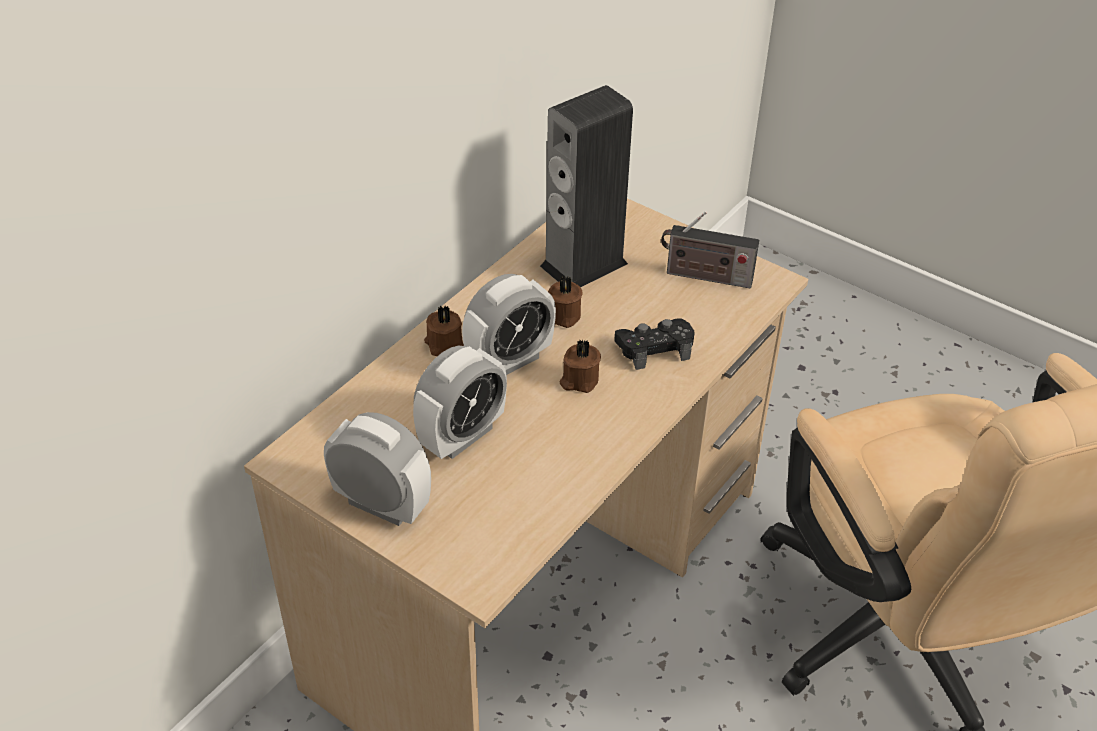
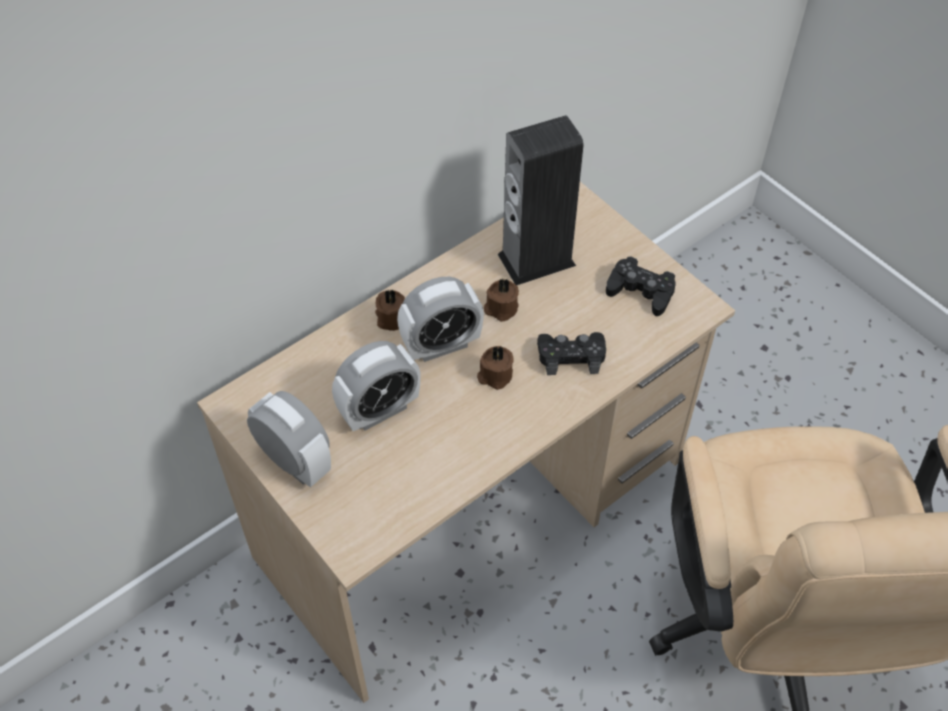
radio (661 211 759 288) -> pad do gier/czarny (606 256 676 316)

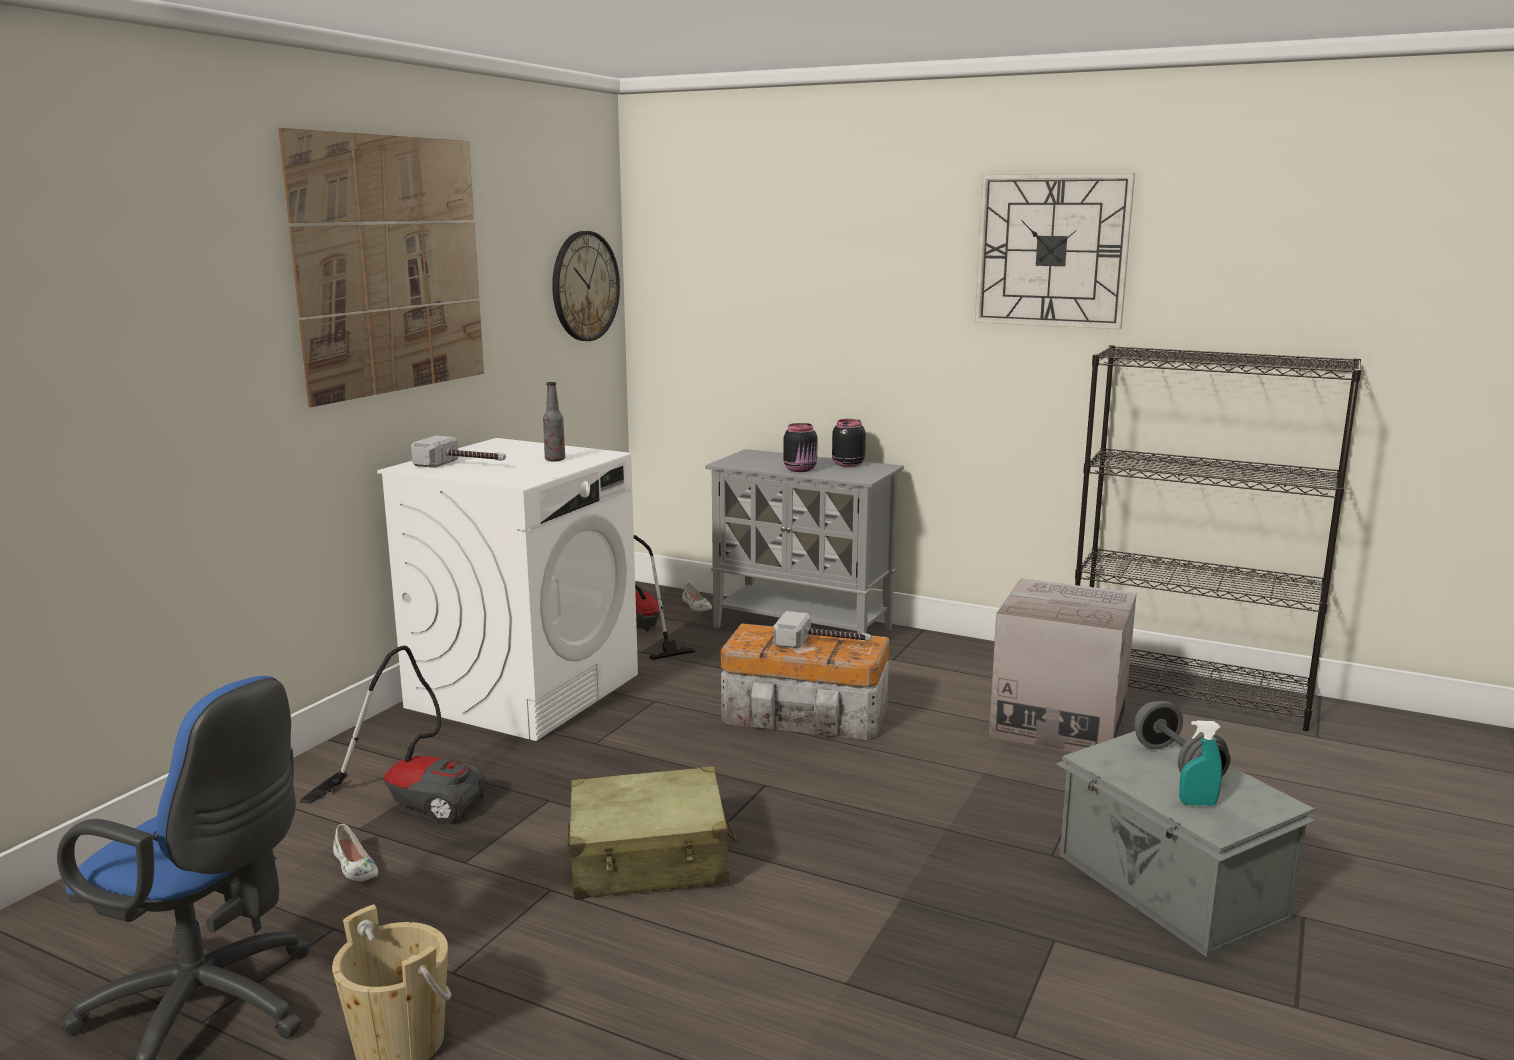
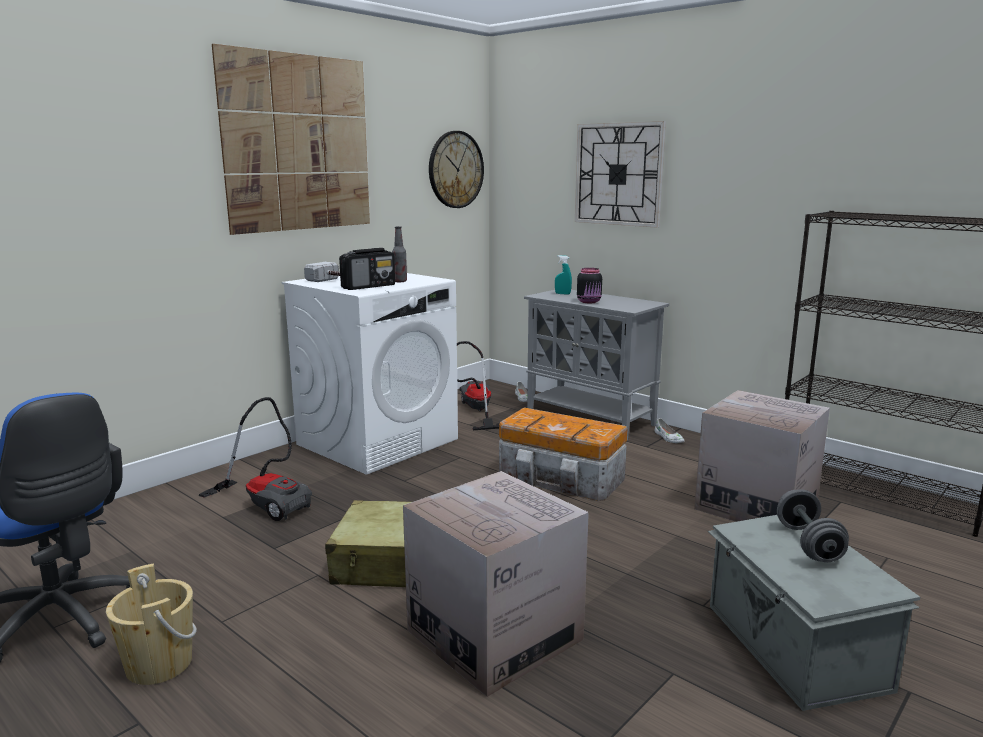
but/biały (333 824 378 881) -> but/biały (655 418 684 443), moved
młotek (773 611 871 648) -> none
słoik/czarny (832 419 866 467) -> none
zegar ścienny (975 173 1135 329) -> zegar ścienny (575 121 666 228), moved
spryskiwacz/turkusowy (1179 720 1222 806) -> spryskiwacz/turkusowy (555 255 572 295), moved
none -> radio (339 248 395 290)
none -> karton (403 471 589 697)

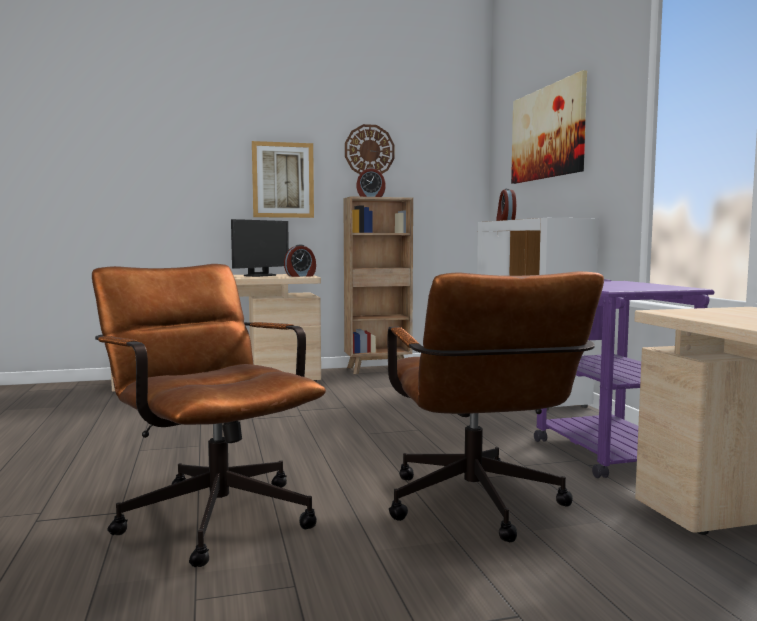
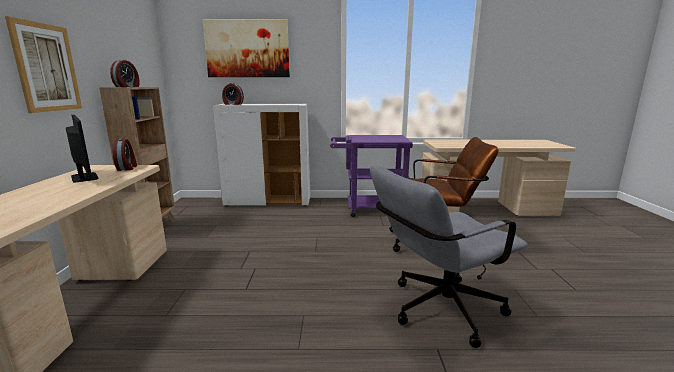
krzesło biurowe/brązowy (92 264 326 567) -> krzesło biurowe/szary (370 165 528 348)
zegar ścienny (345 124 395 174) -> none

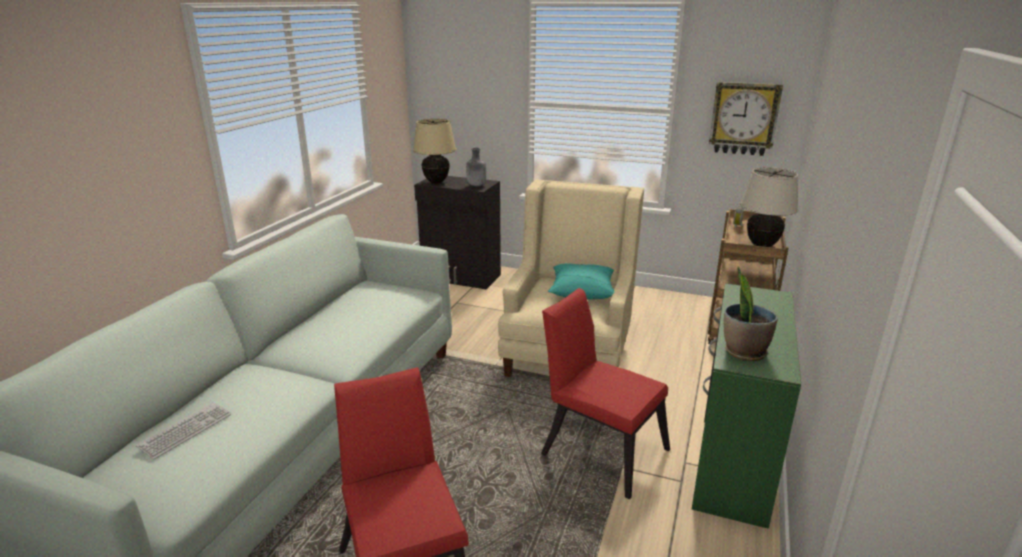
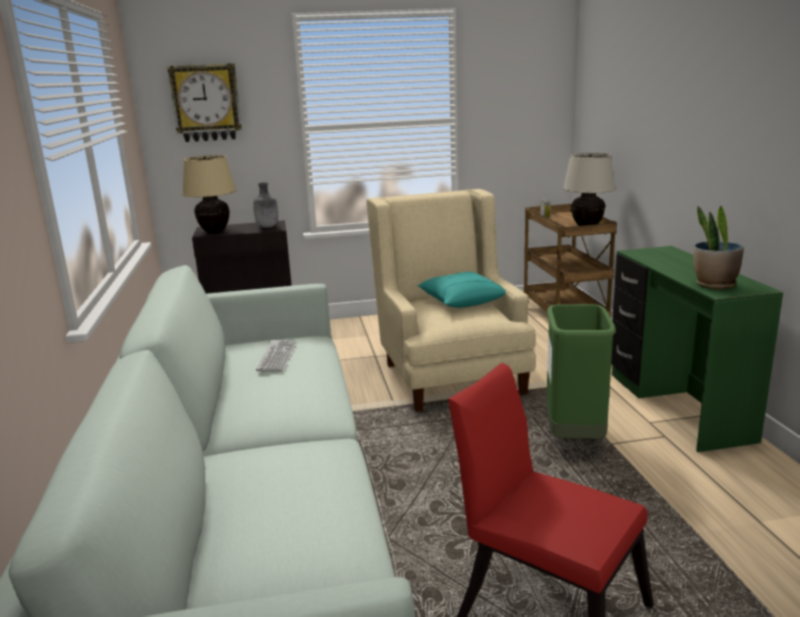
klawiatura (136 402 231 459) -> klawiatura (256 340 296 372), moved
krzesło/czerwony (541 288 670 499) -> kosz na śmieci/zielony (546 304 616 439)
zegar ścienny (709 82 783 156) -> zegar ścienny (167 63 242 142), moved

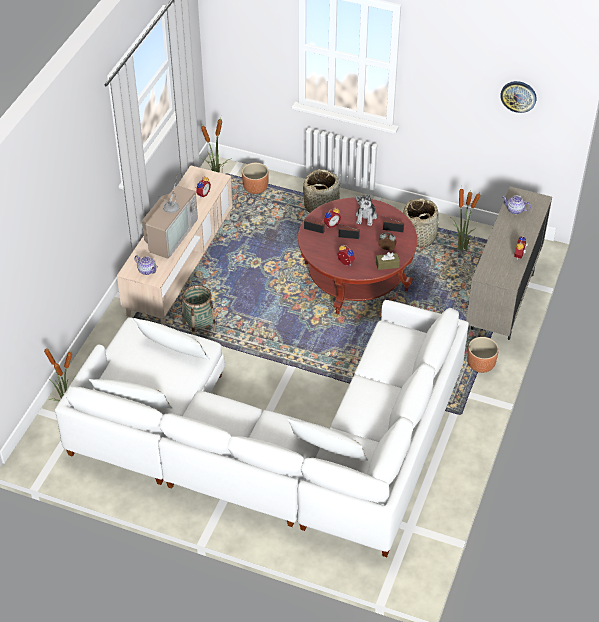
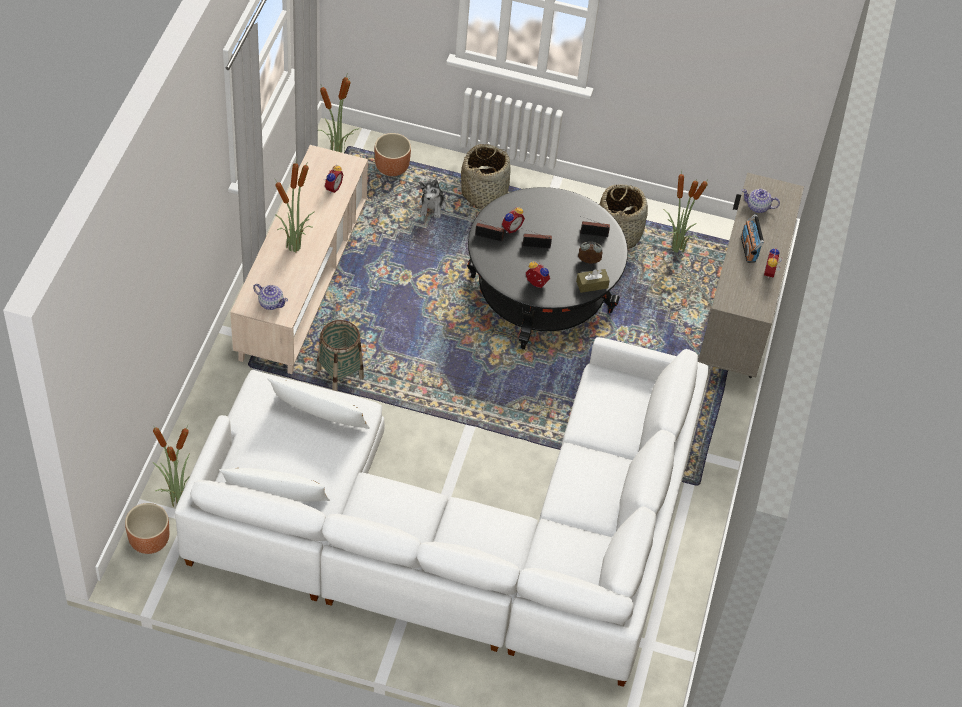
telewizor (142 170 198 259) -> roślina doniczkowa (275 157 315 252)
poduszka/biały (287 419 368 461) -> none
ława/czerwony (298 198 417 314) -> ława/czarny (467 187 628 349)
pluszak (355 194 377 226) -> pluszak (419 178 446 218), moved
donica/brązowy (467 337 499 373) -> donica/brązowy (125 503 170 554), moved
zegar ścienny (500 81 537 113) -> none
none -> radio (741 214 764 263)

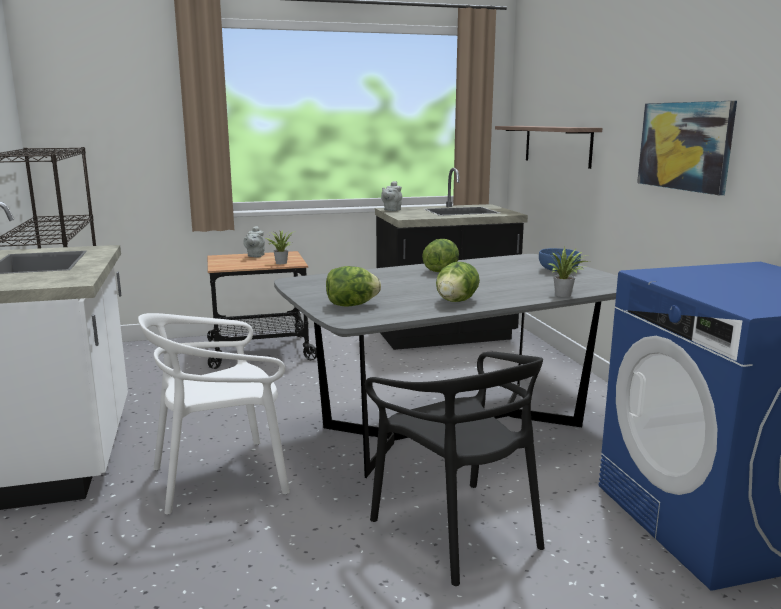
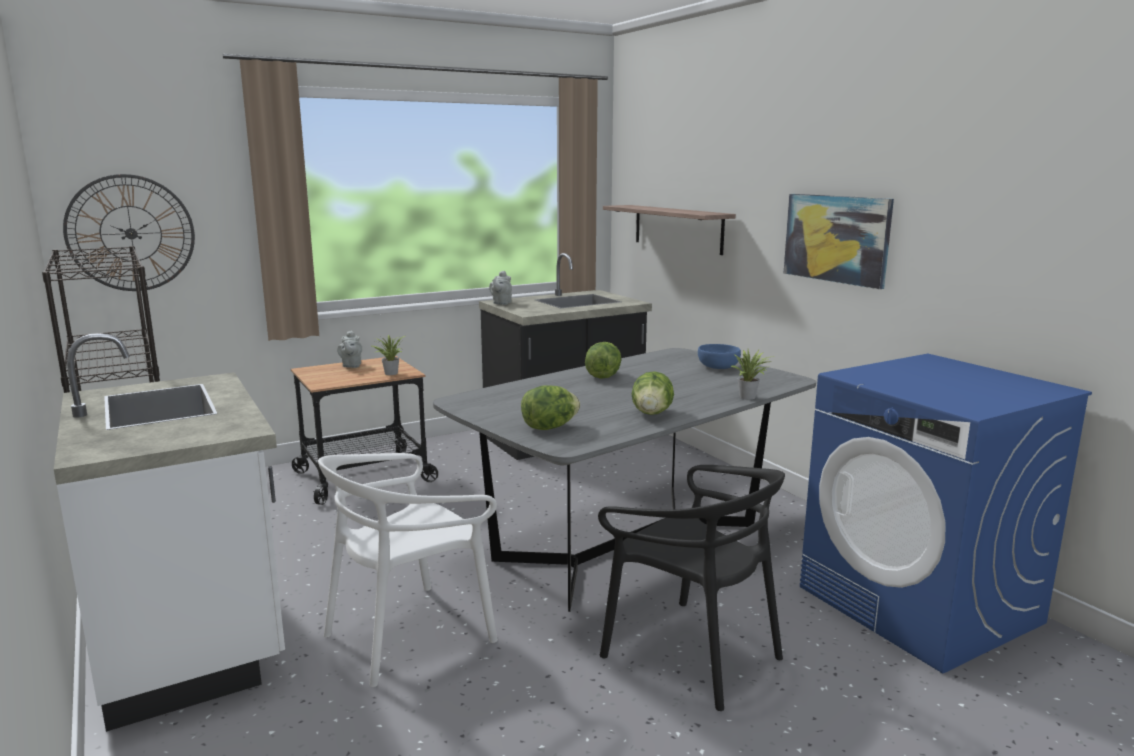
none -> zegar ścienny (63 174 195 291)

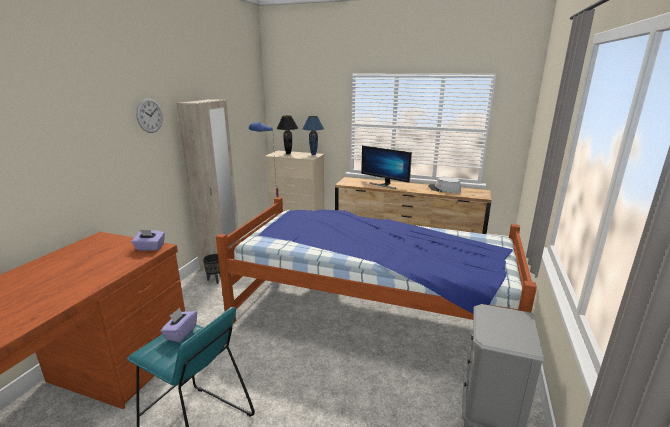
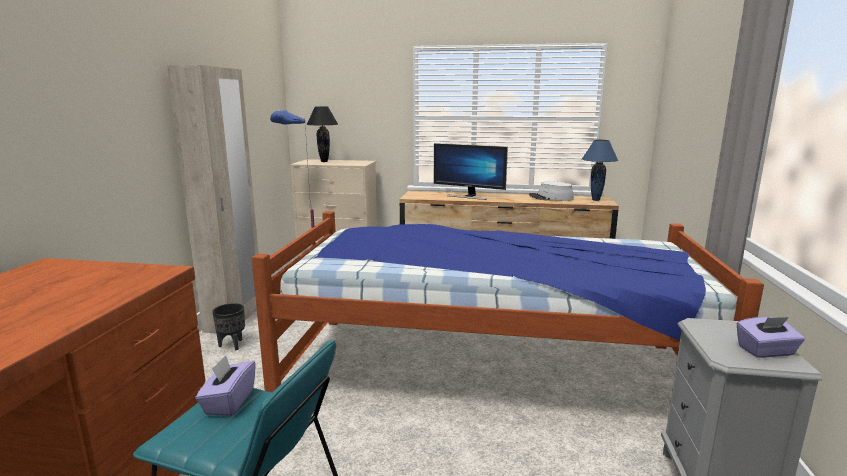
pudełko chusteczek/fioletowy (131 230 165 251) -> pudełko chusteczek/fioletowy (737 317 805 358), moved
zegar ścienny (136 98 163 133) -> none
lampa stołowa/niebieski (302 116 324 155) -> lampa stołowa/niebieski (582 140 618 201), moved

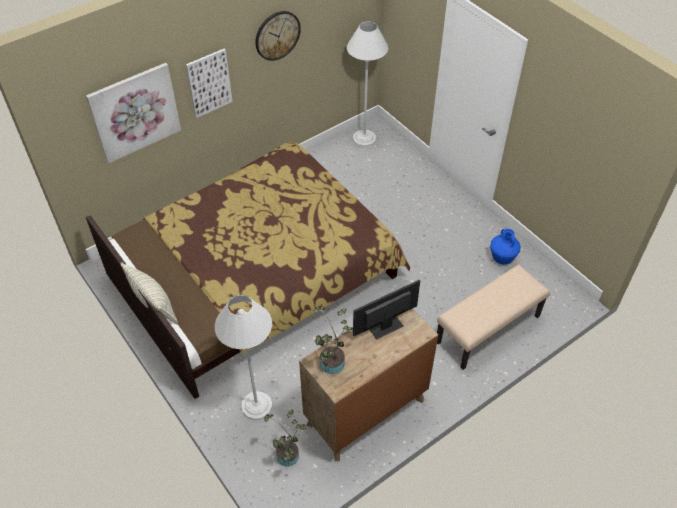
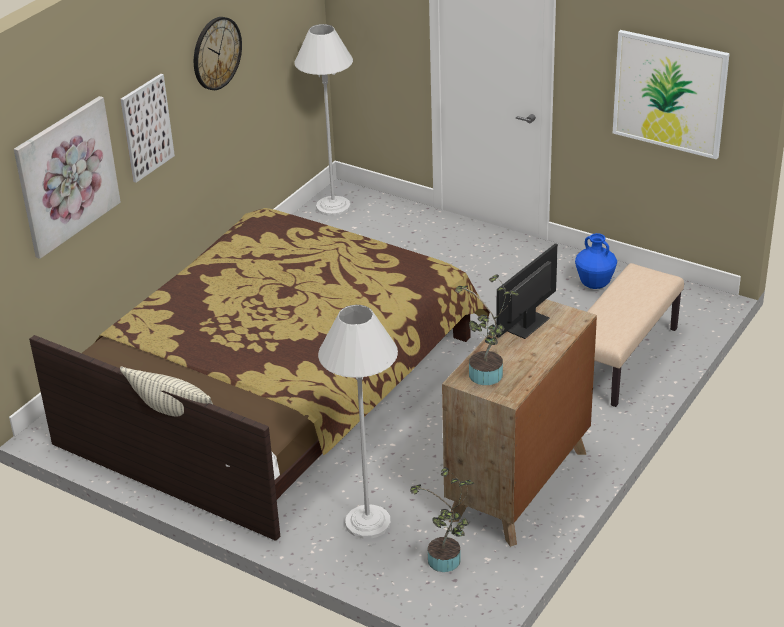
none -> obraz (613 30 730 159)

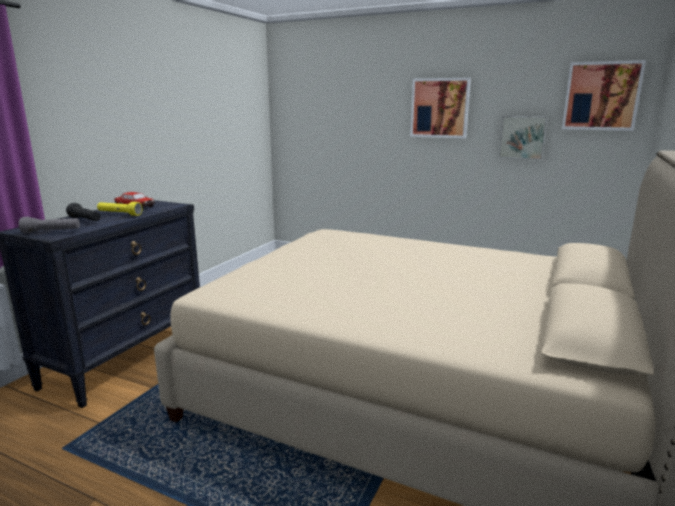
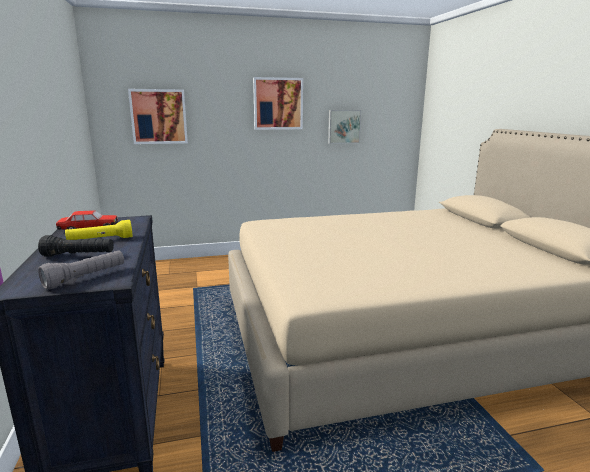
obraz (562 60 646 131) -> obraz (128 89 188 144), moved

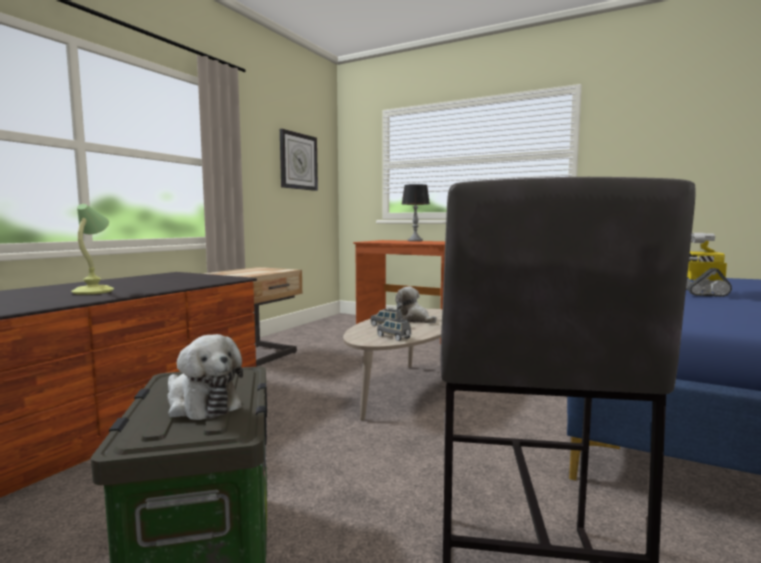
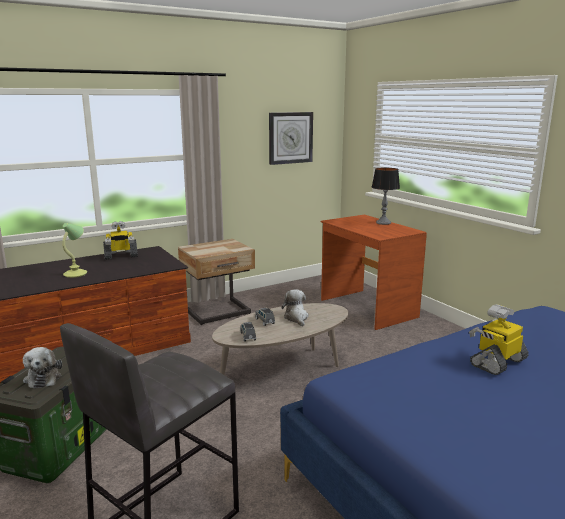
none -> robot zabawkowy (103 221 138 260)

